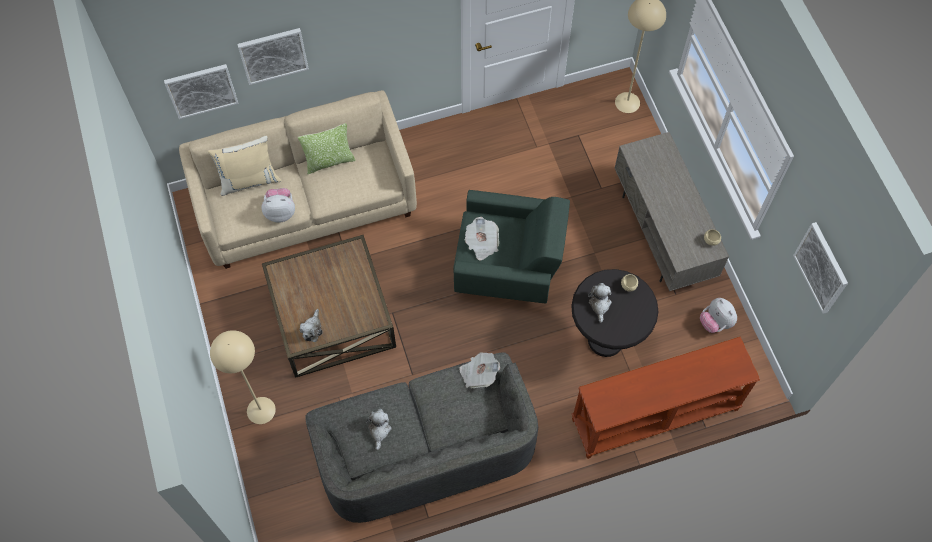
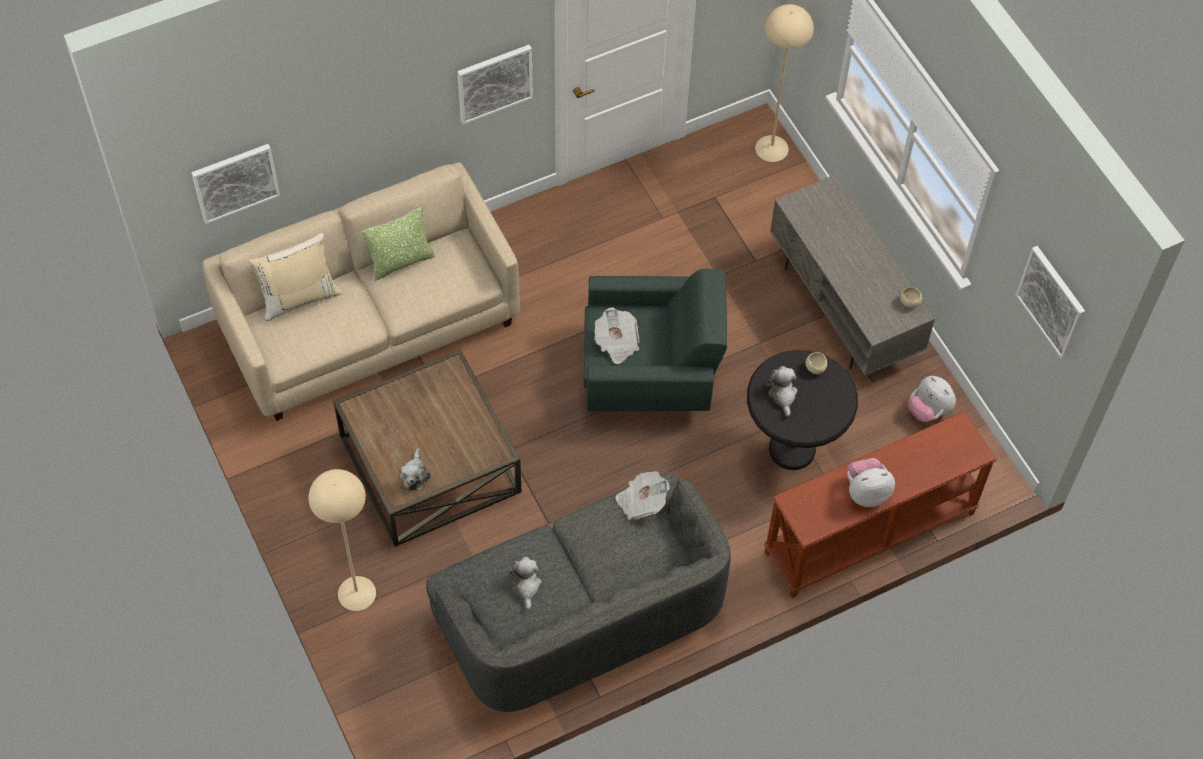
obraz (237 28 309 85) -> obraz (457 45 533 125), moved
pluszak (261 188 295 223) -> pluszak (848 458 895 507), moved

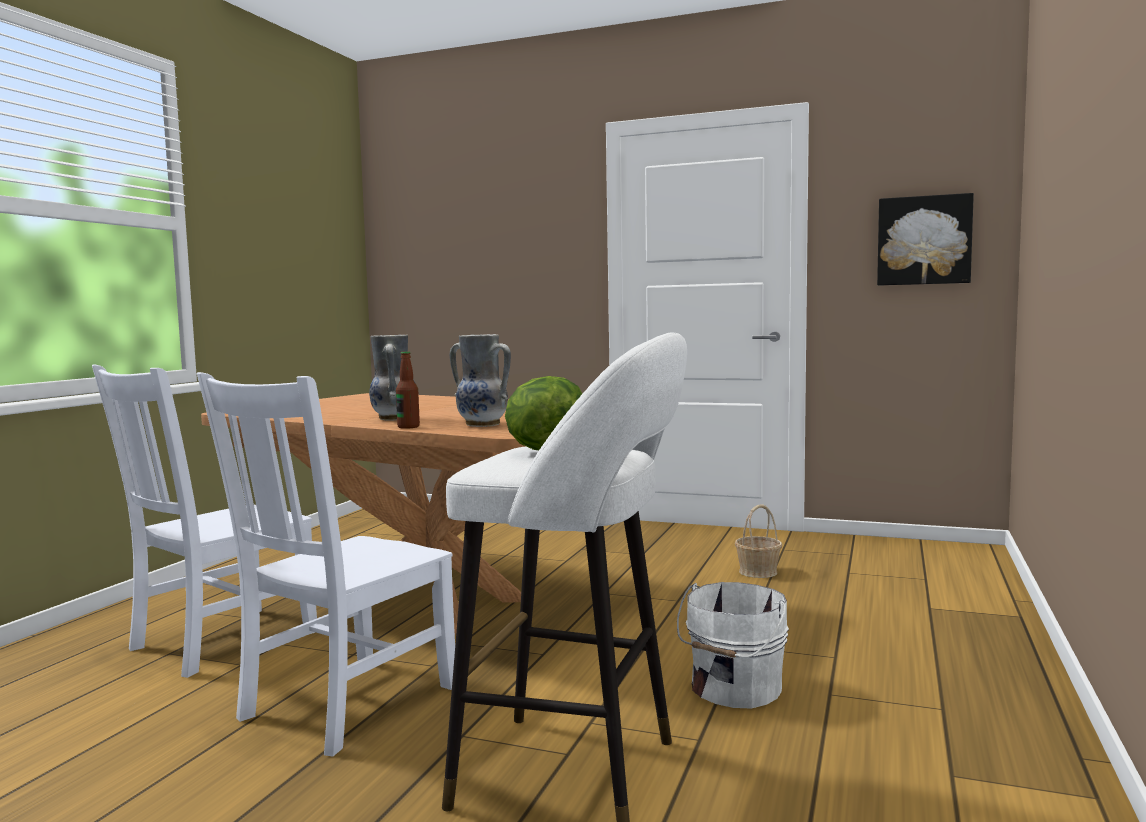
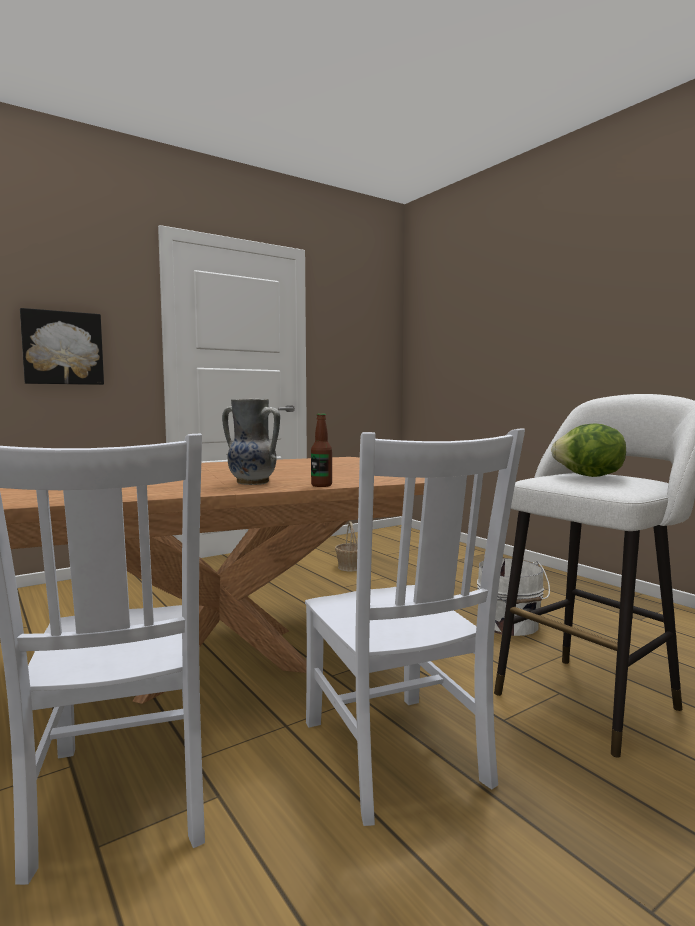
wazon (450 334 511 427) -> none
obraz (877 193 974 286) -> obraz (20 308 104 385), moved

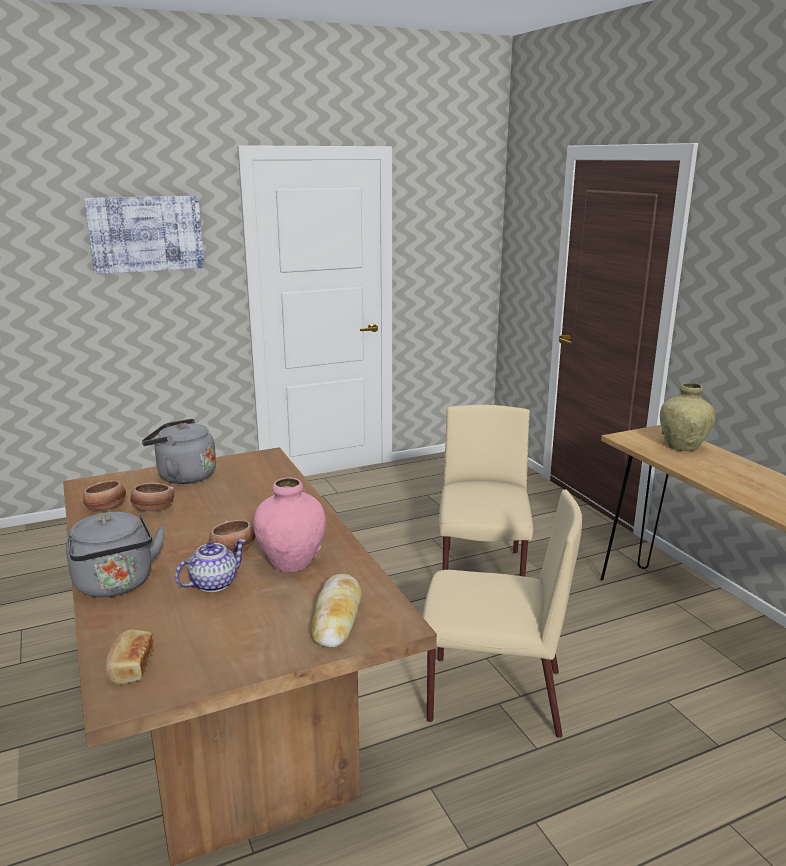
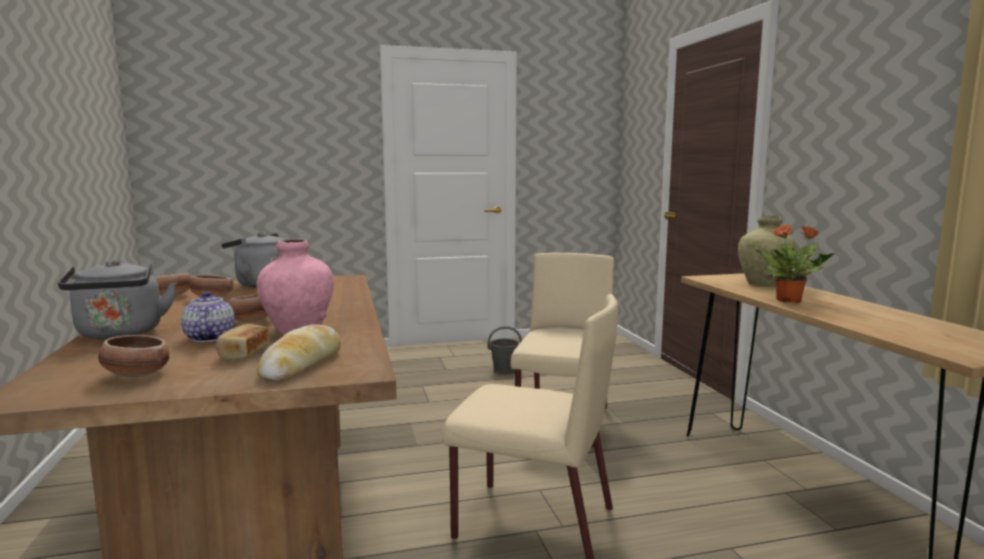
obraz (84 196 205 274) -> none
chleb (105 629 154 685) -> chleb (216 324 269 361), moved
imbryk (175 539 246 592) -> imbryk (181 291 235 342), 75 degrees counterclockwise
none -> miska (98 335 169 377)
none -> wiadro/szary (488 326 522 374)
none -> roślina doniczkowa (754 224 836 303)

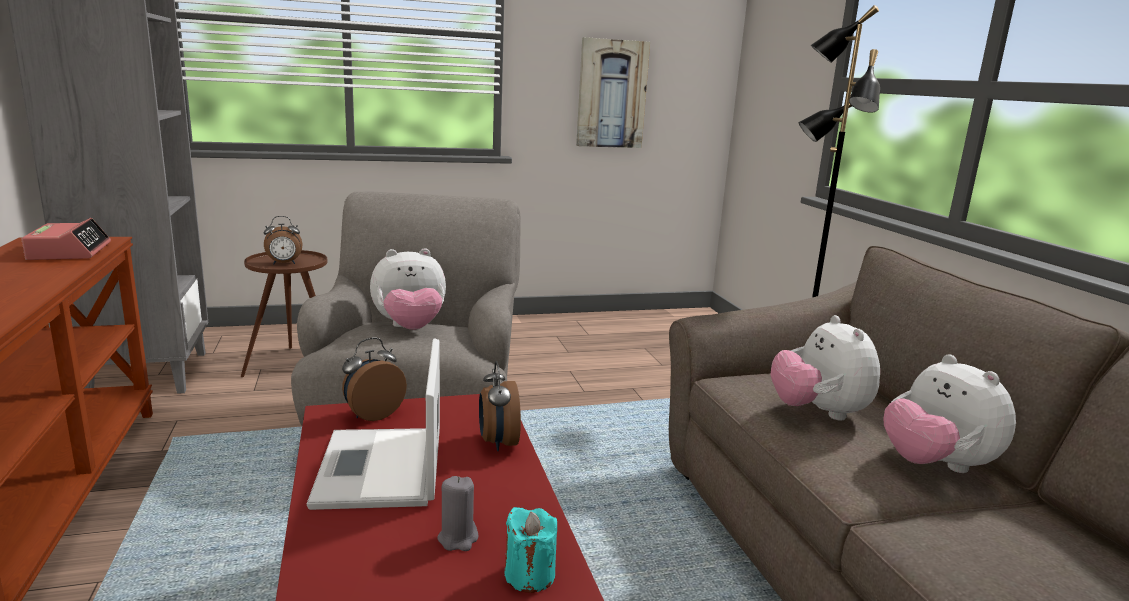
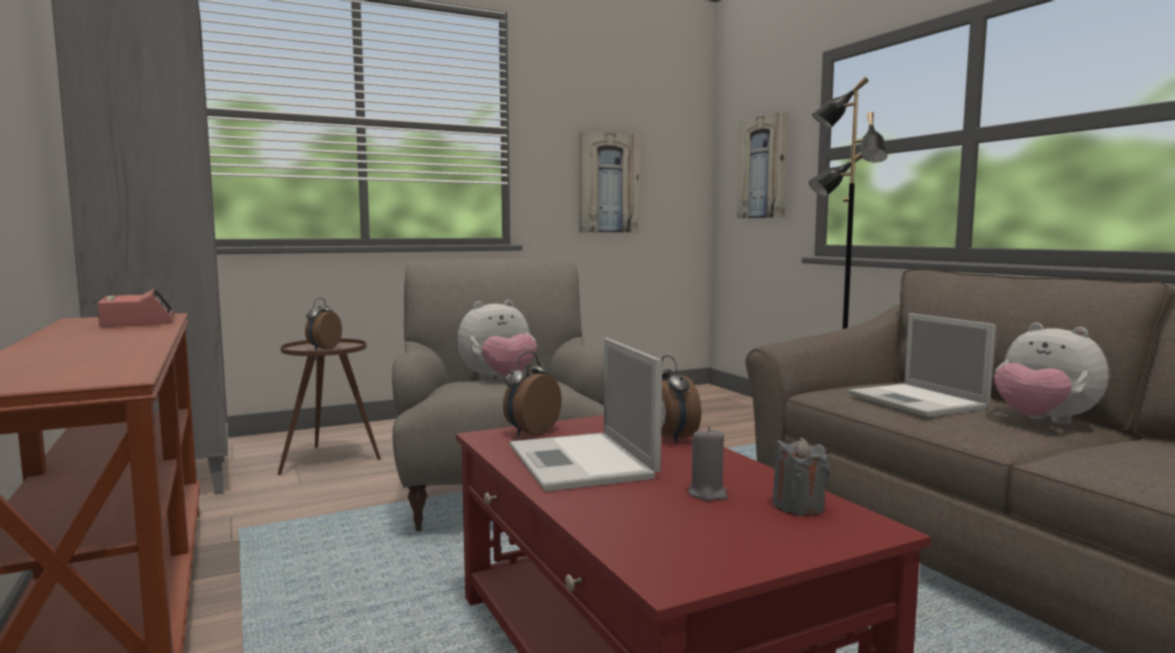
budzik (264 216 302 264) -> budzik (305 298 342 351), 135 degrees clockwise
świeca/turkusowy (504 507 557 593) -> świeca/szary (772 437 830 516)
pluszak (770 315 880 421) -> laptop (848 313 996 417)
none -> obraz (737 112 788 219)

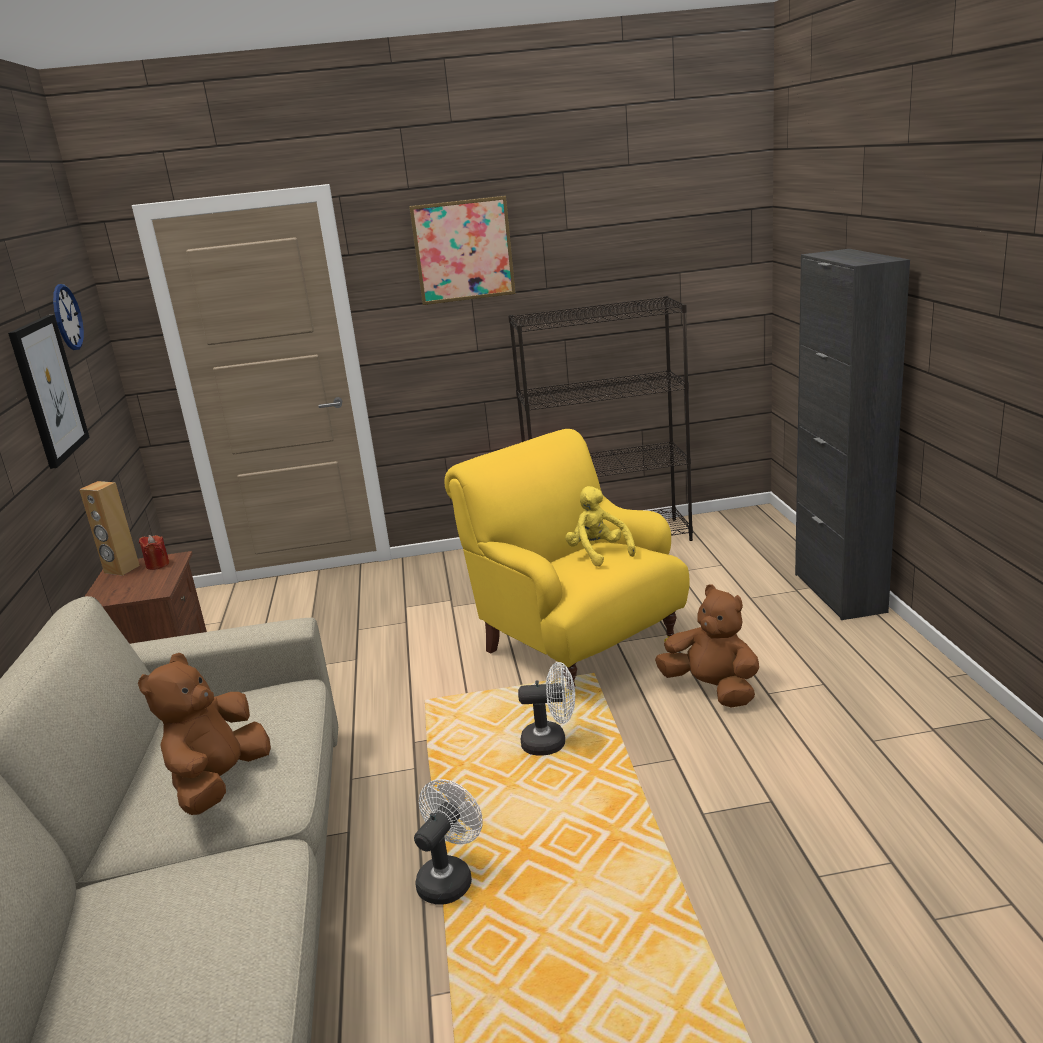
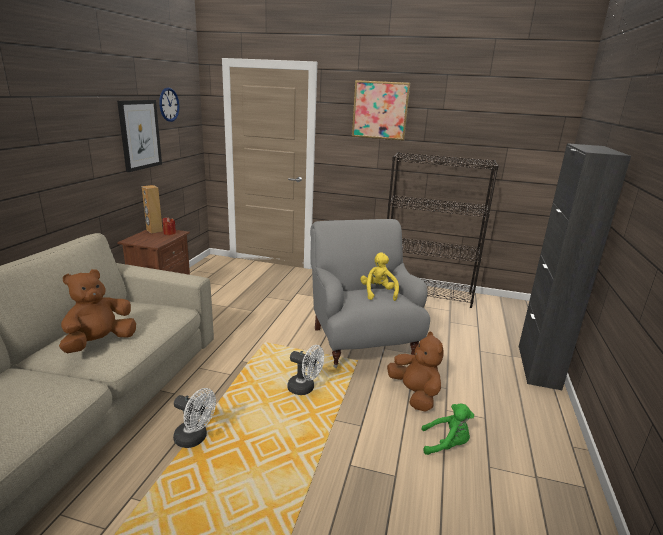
wentylator/biały (414 779 483 904) -> wentylator/biały (173 388 216 448), 60 degrees clockwise
fotel/żółty (444 429 690 696) -> fotel/szary (310 219 430 368)
none -> pluszak/zielony (421 404 474 455)

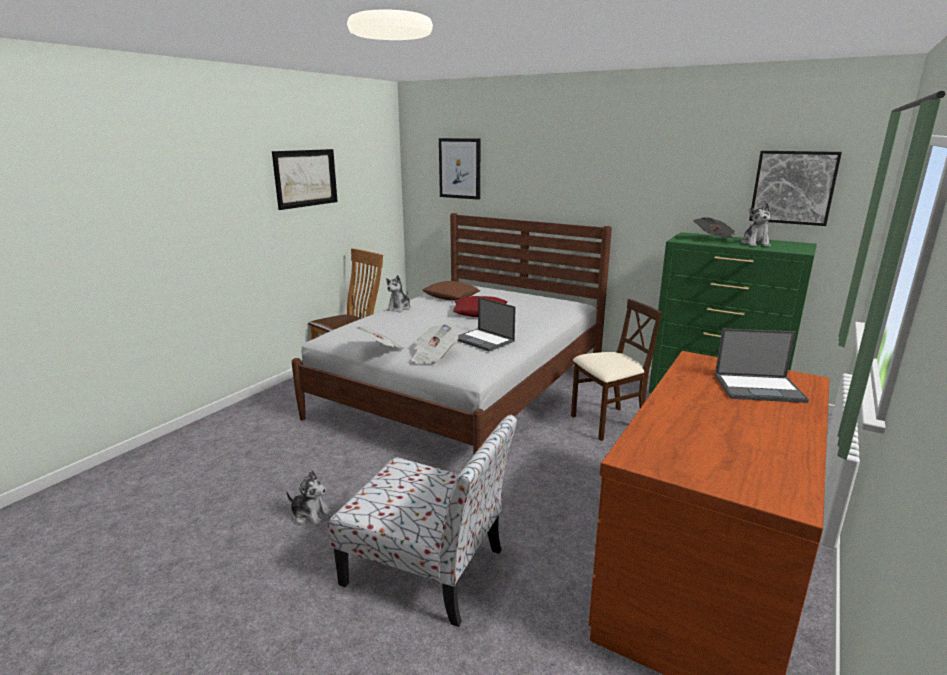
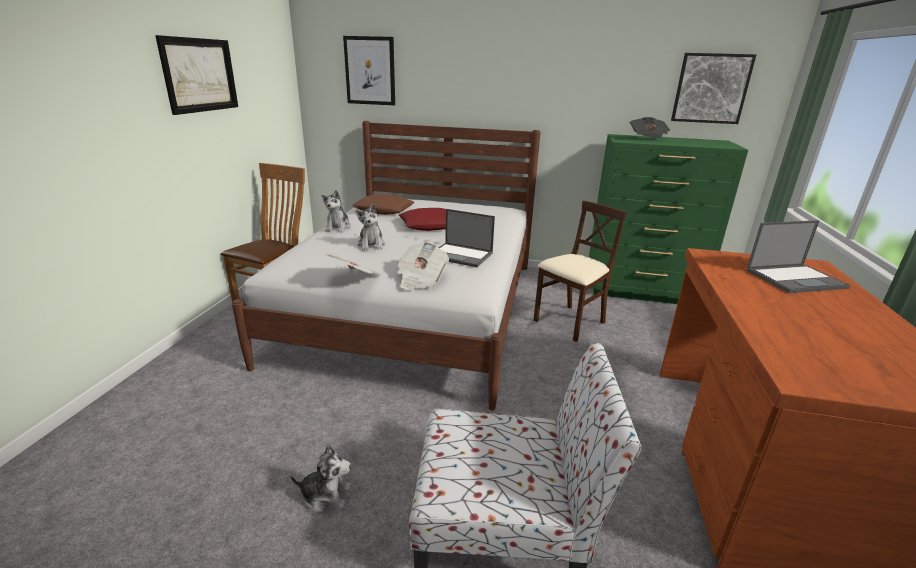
pluszak (741 203 771 247) -> pluszak (355 204 385 251), moved

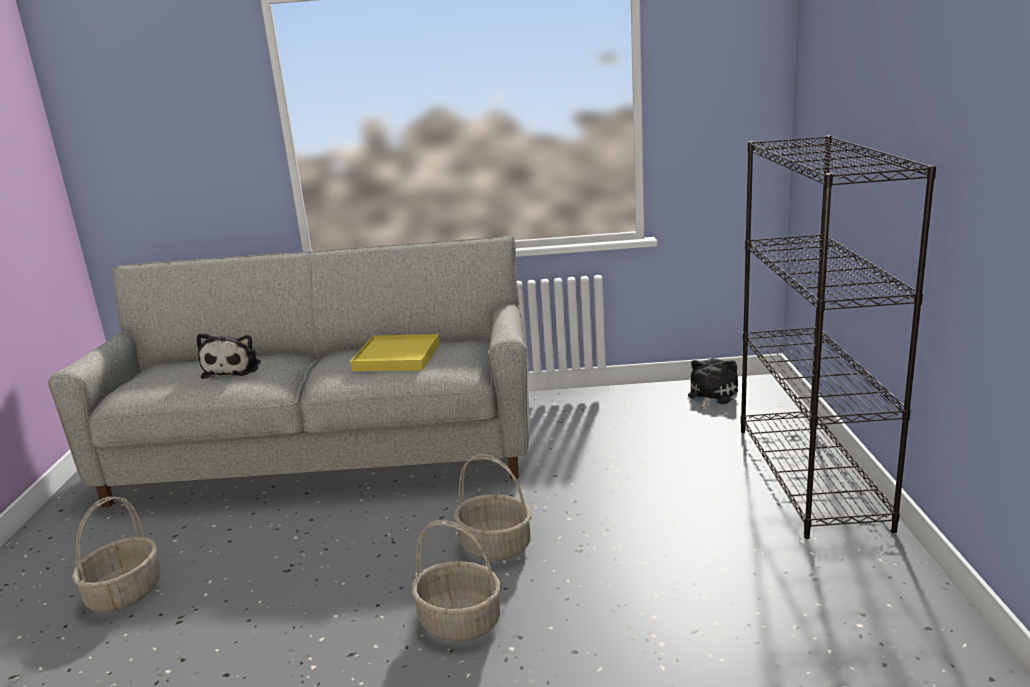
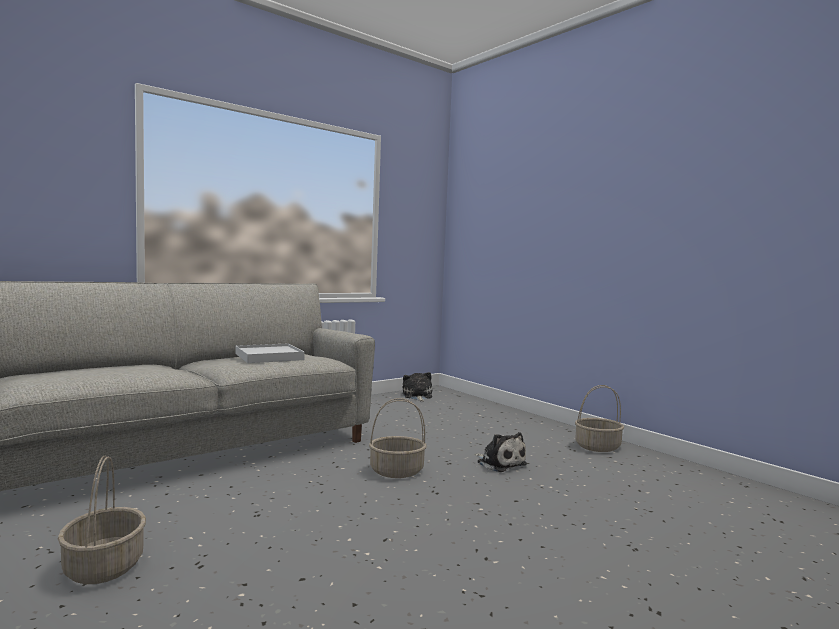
pluszak (196 333 261 379) -> pluszak (474 432 527 472), moved
taca/żółty (351 334 440 371) -> taca/biały (235 343 305 363)
koszyk (411 520 501 642) -> koszyk (575 385 624 452), moved
regał/czarny (741 136 937 539) -> none

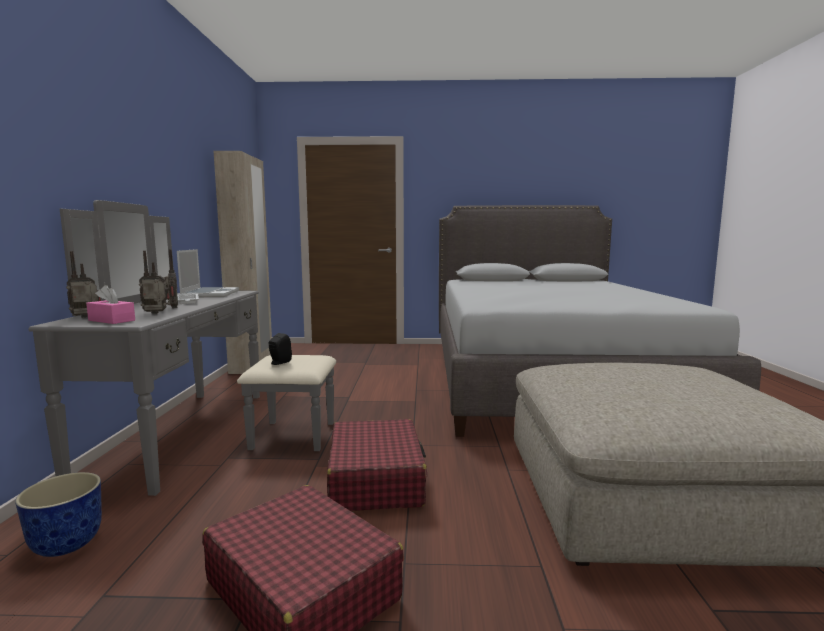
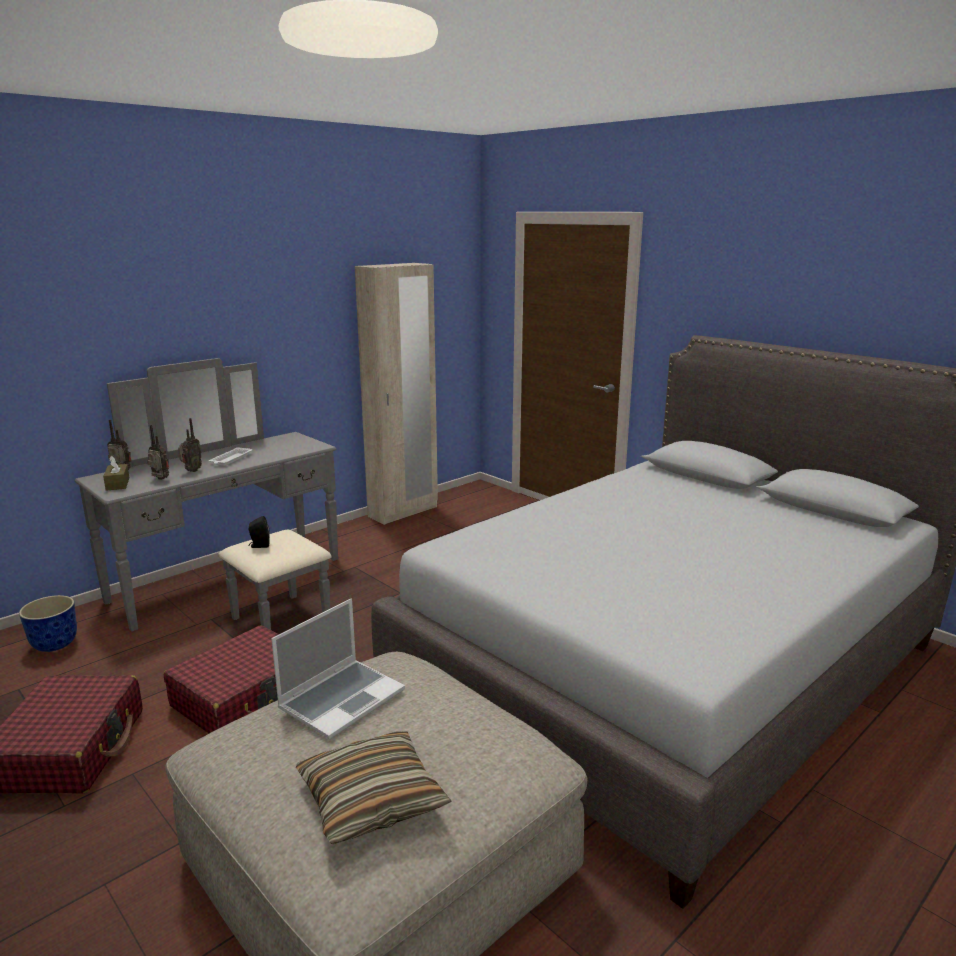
pudełko chusteczek/różowy (86 285 135 324) -> pudełko chusteczek/brązowy (103 456 130 491)
laptop (177 249 239 297) -> laptop (271 598 405 739), moved
none -> poduszka (296 731 452 844)

